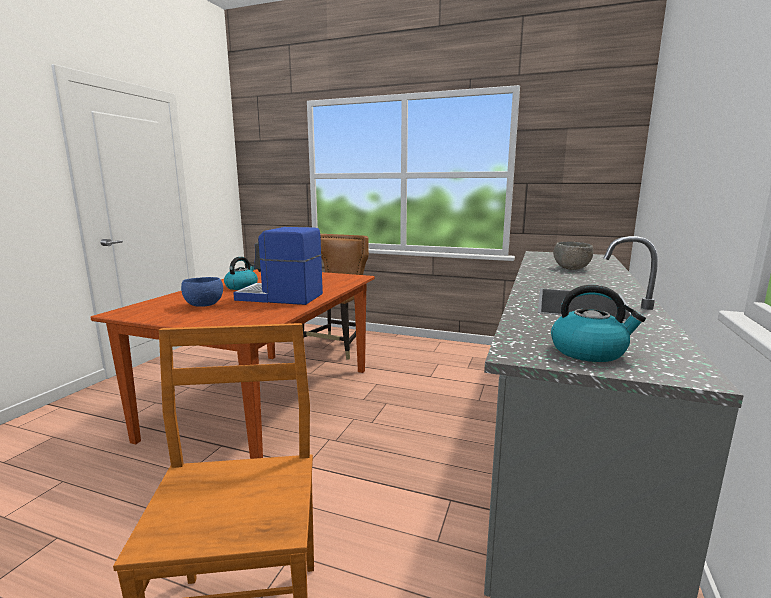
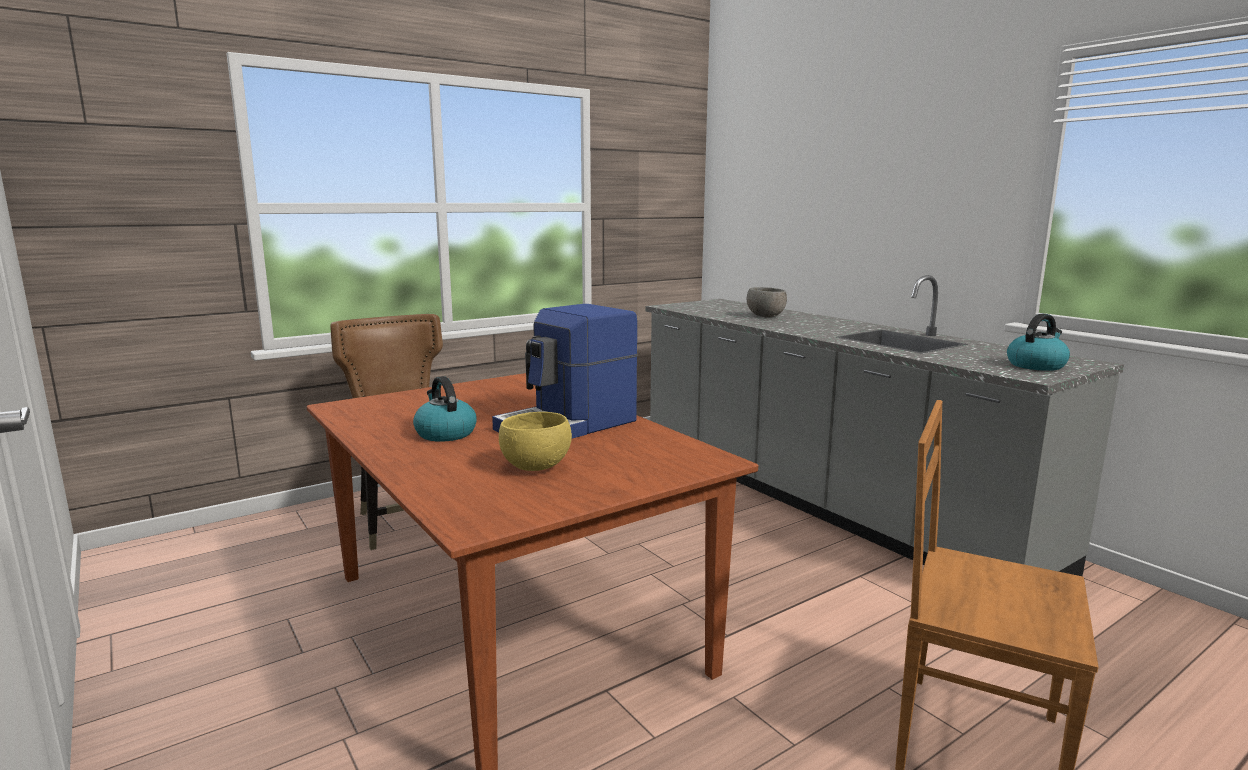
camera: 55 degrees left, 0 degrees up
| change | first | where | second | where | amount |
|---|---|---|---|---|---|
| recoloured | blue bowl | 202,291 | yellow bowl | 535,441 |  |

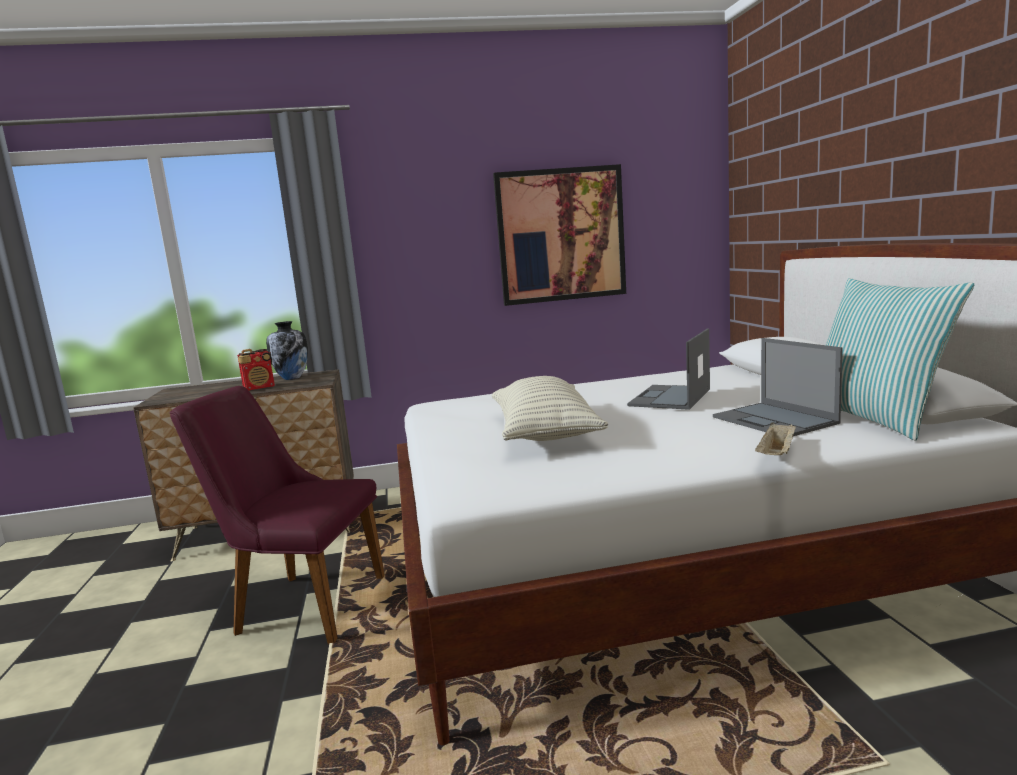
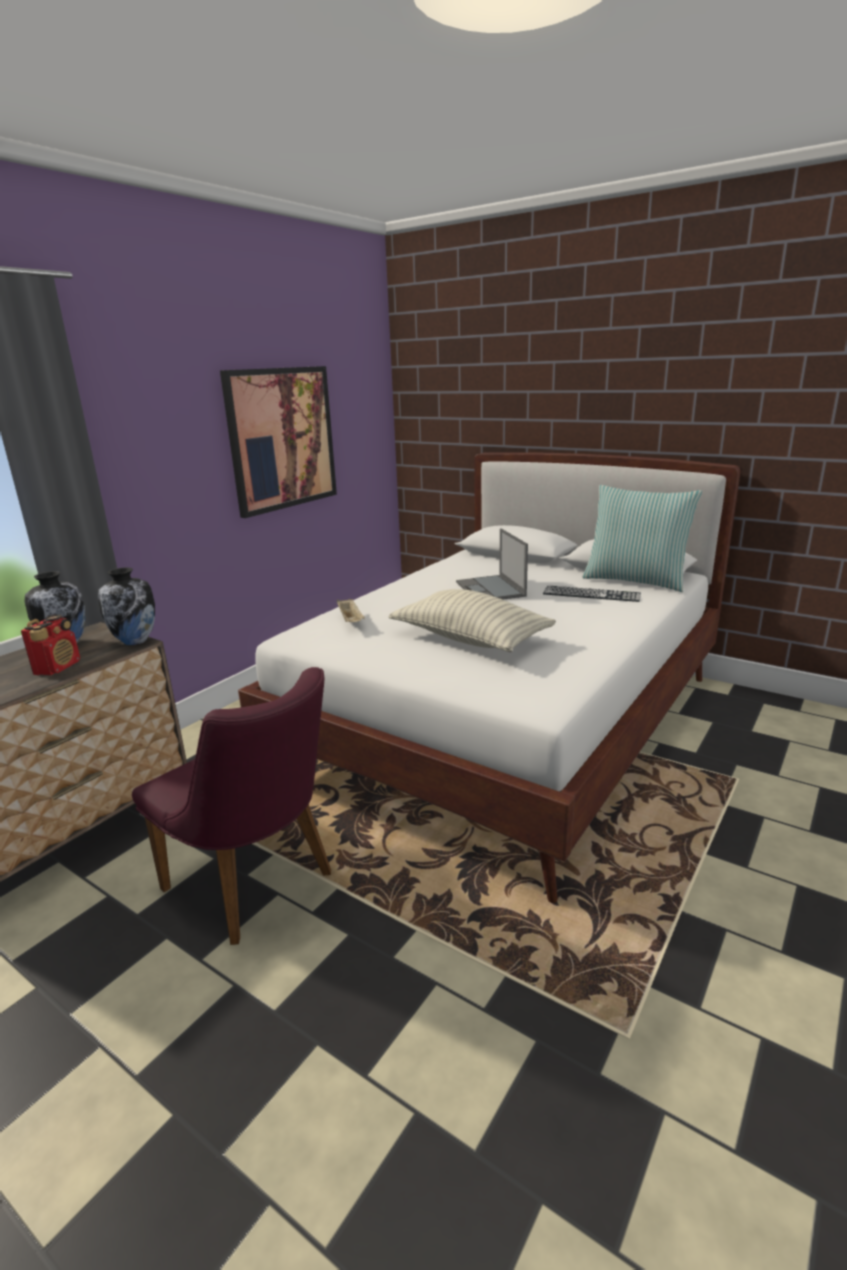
camera: 45 degrees left, 10 degrees up
| change | first | where | second | where | amount |
|---|---|---|---|---|---|
| added |  |  | vase | 126,606 |  |
| moved | beige tray | 775,438 |  | 350,610 |  |
| replaced | laptop | 778,387 | keyboard | 592,593 |  |
| turned | purple chair | 277,515 |  | 231,806 | 105 degrees counterclockwise |

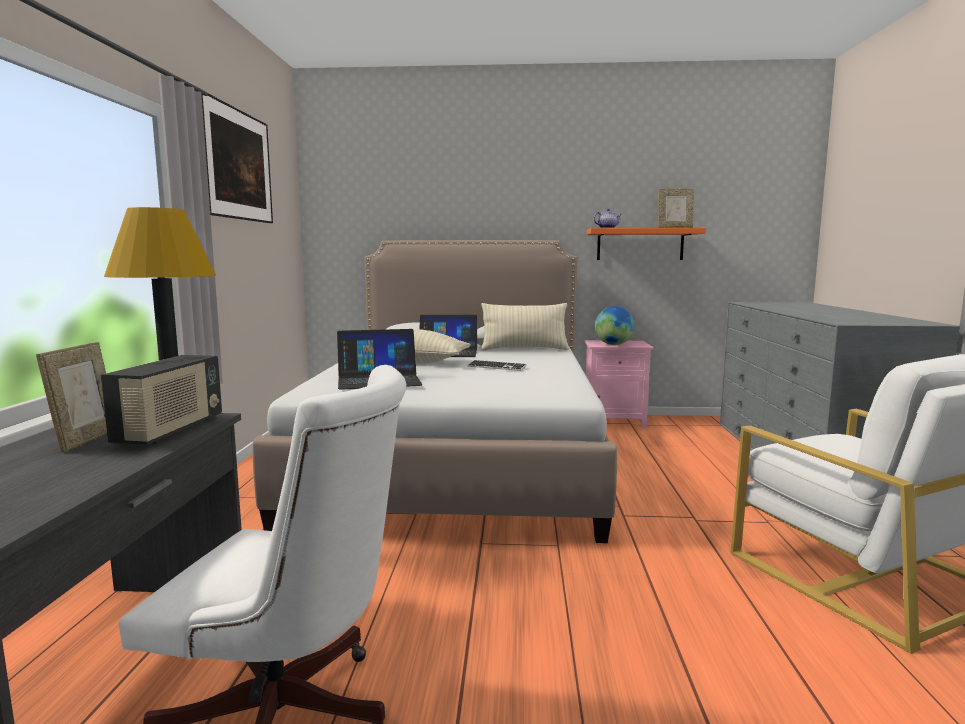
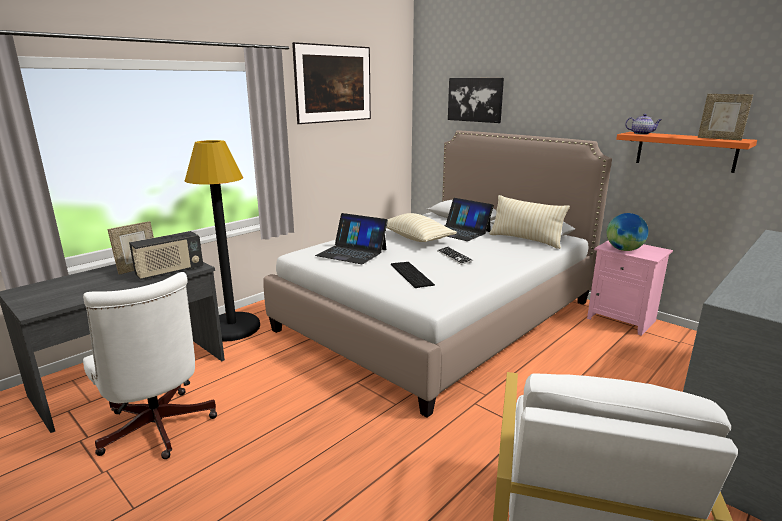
camera: 40 degrees right, 10 degrees up
| change | first | where | second | where | amount |
|---|---|---|---|---|---|
| added |  |  | keyboard | 413,275 |  |
| added |  |  | picture | 476,100 |  |

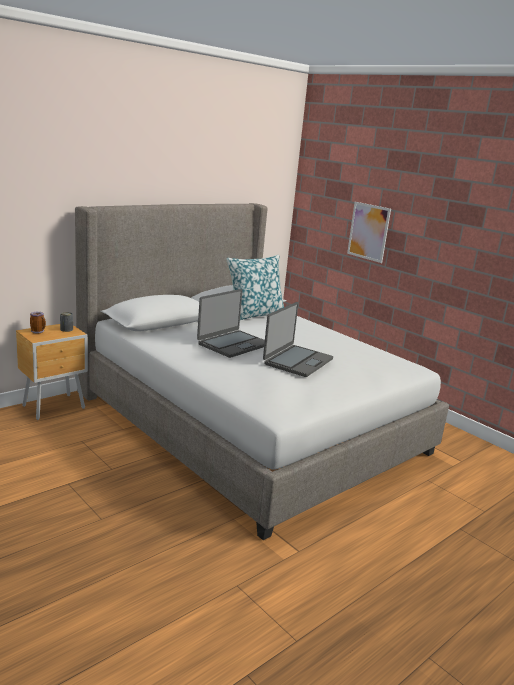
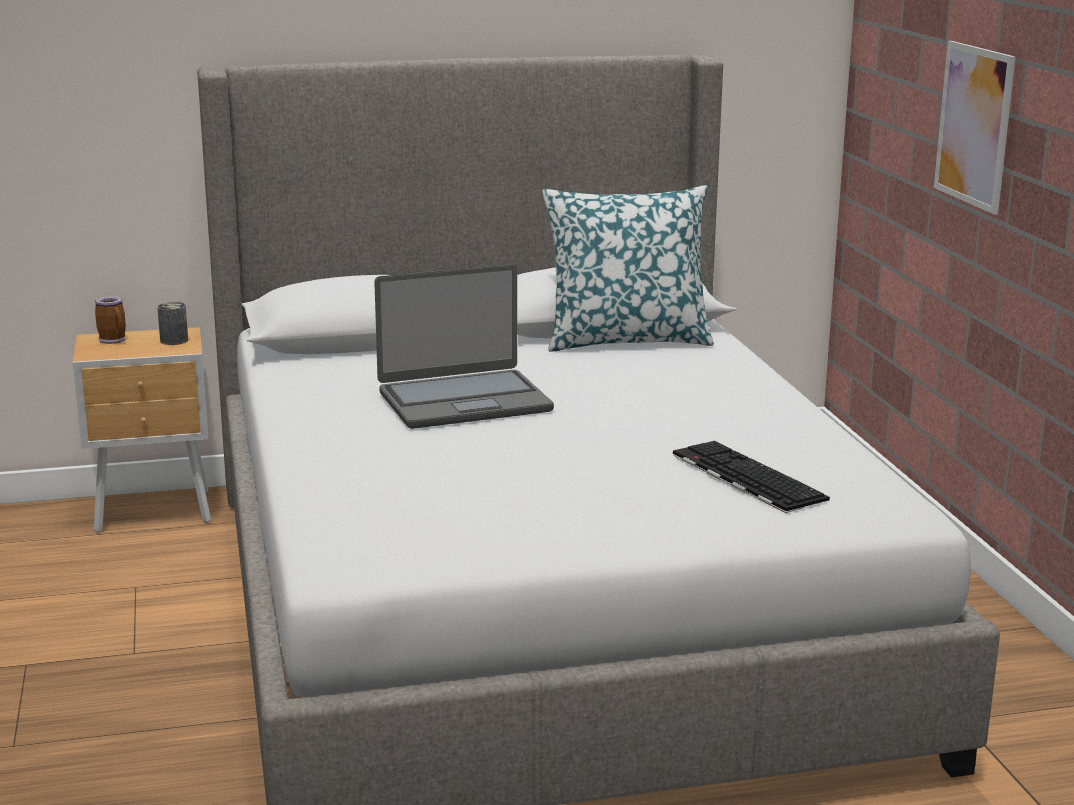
camera: 30 degrees right, 0 degrees up
| change | first | where | second | where | amount |
|---|---|---|---|---|---|
| removed | laptop | 298,339 |  |  |  |
| added |  |  | keyboard | 751,477 |  |

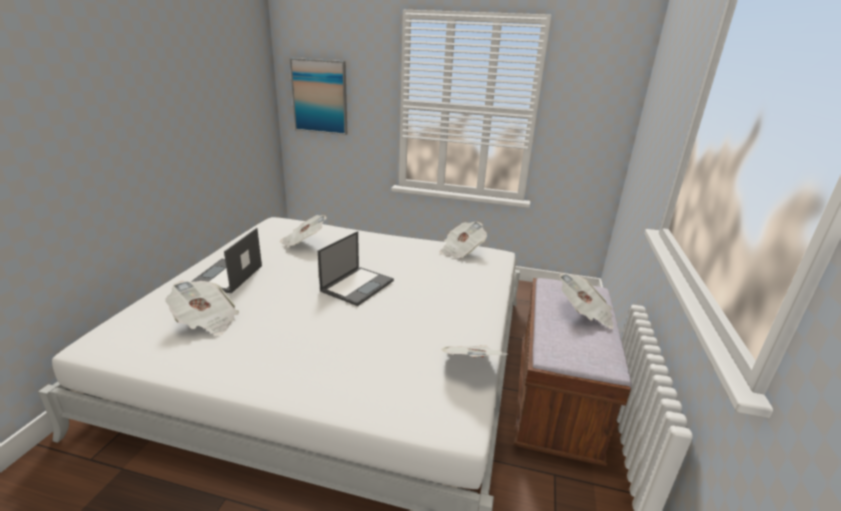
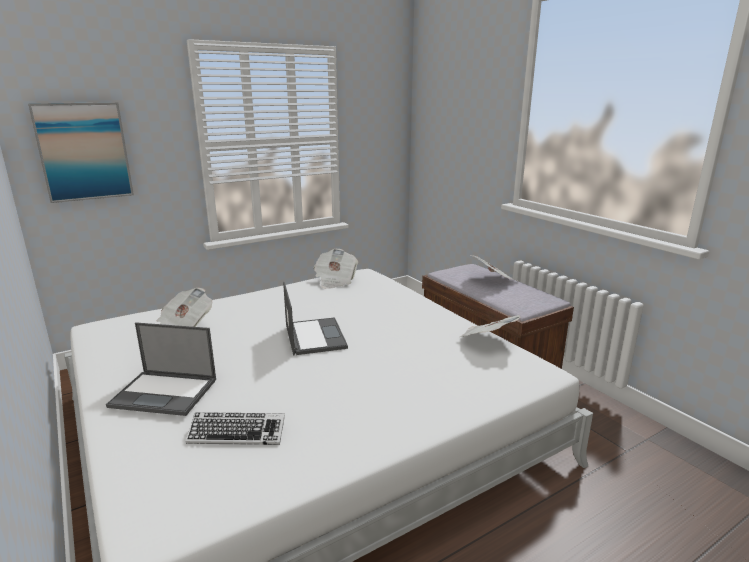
camera: 45 degrees left, 5 degrees down
| change | first | where | second | where | amount |
|---|---|---|---|---|---|
| replaced | newspaper | 202,308 | keyboard | 235,428 |  |
| turned | laptop | 226,260 |  | 161,369 | 45 degrees counterclockwise |

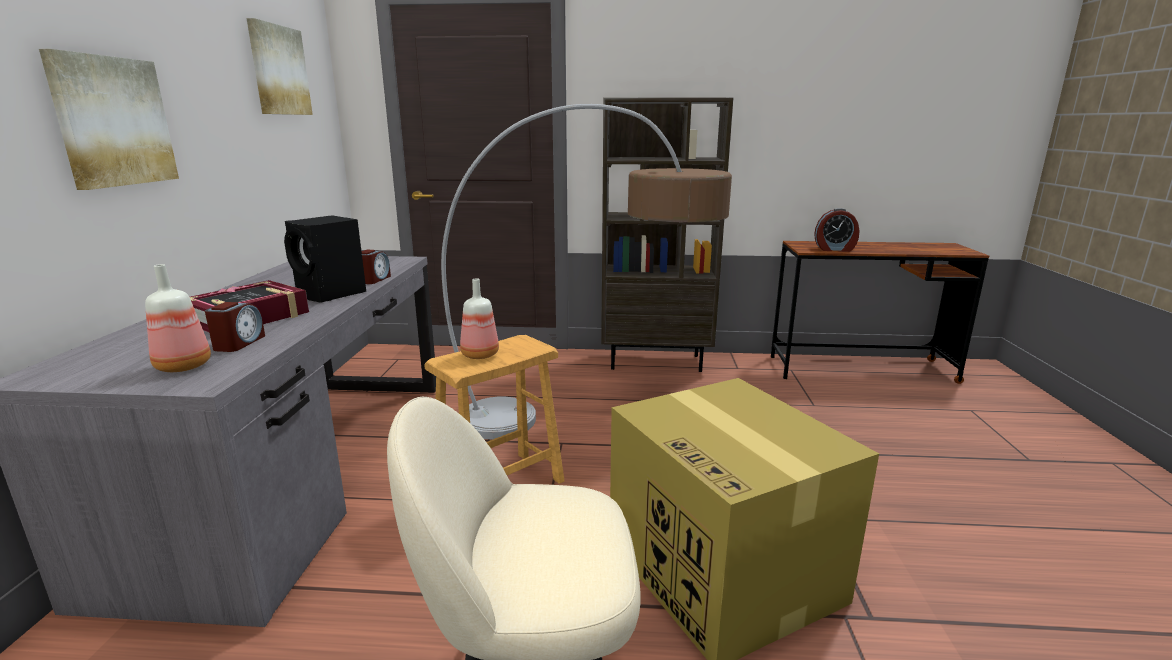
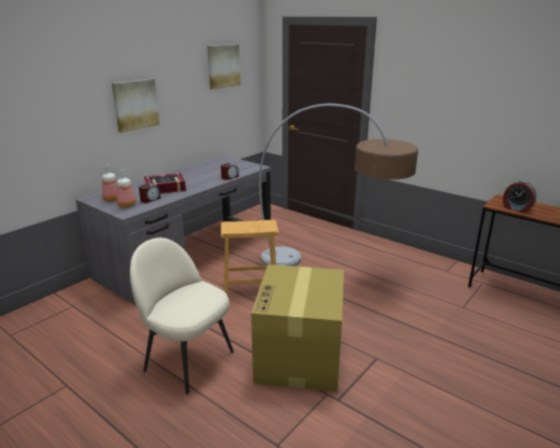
camera: 35 degrees right, 5 degrees up
| change | first | where | second | where | amount |
|---|---|---|---|---|---|
| removed | black speaker | 325,259 |  |  |  |
| removed | brown bookcase | 667,234 |  |  |  |
| moved | bottle | 479,319 |  | 109,183 |  |

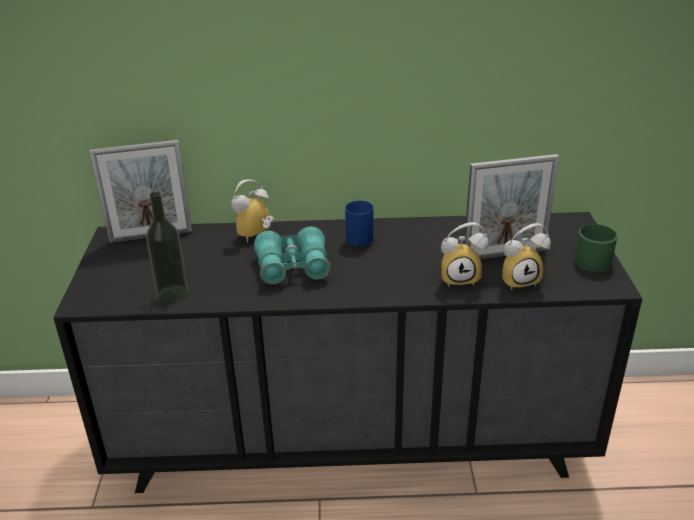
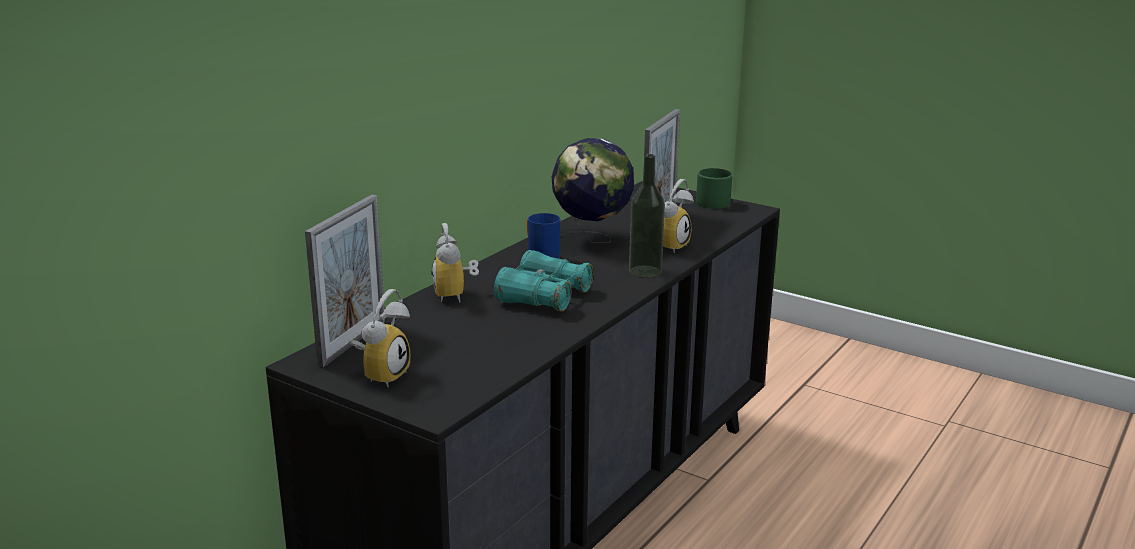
camera: 55 degrees left, 10 degrees down
| change | first | where | second | where | amount |
|---|---|---|---|---|---|
| added |  |  | globe | 593,190 |  |
| moved | bottle | 167,246 |  | 647,216 |  |
| moved | alarm clock | 526,256 |  | 380,338 |  |

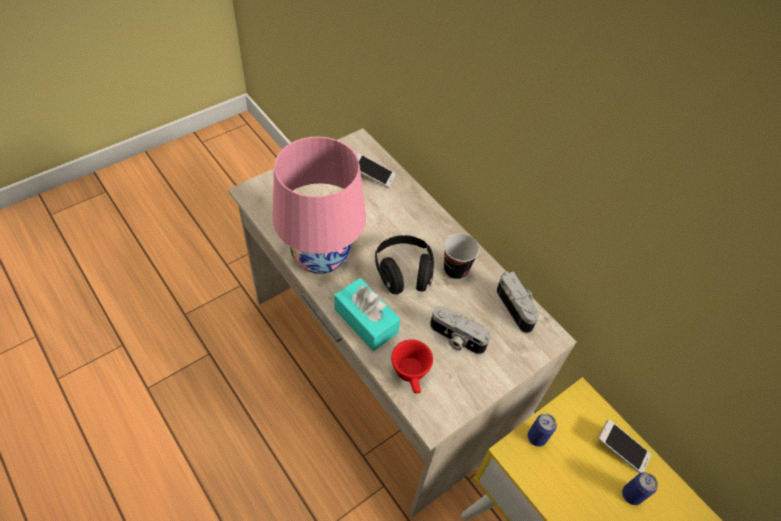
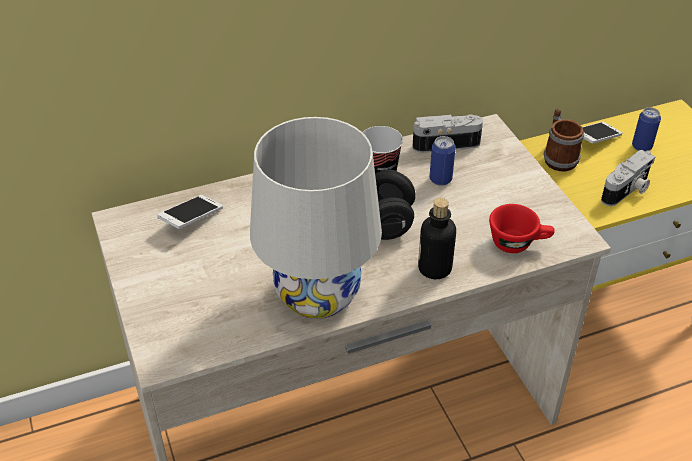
camera: 70 degrees left, 10 degrees down
| change | first | where | second | where | amount |
|---|---|---|---|---|---|
| added |  |  | mug | 563,140 |  |
| moved | photo camera | 460,330 |  | 628,178 |  |
| moved | can | 542,430 |  | 442,161 |  |
| replaced | turquoise tissue box | 367,314 | bottle | 437,238 |  |
| recoloured | pink table lamp | 319,205 | white table lamp | 316,218 |  |

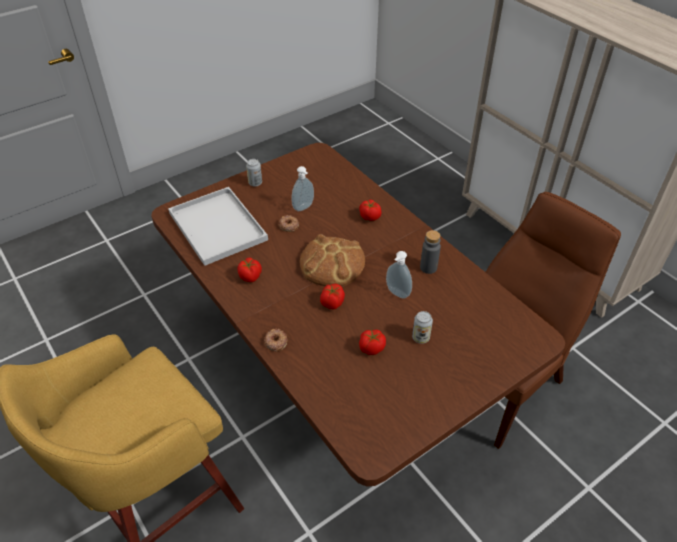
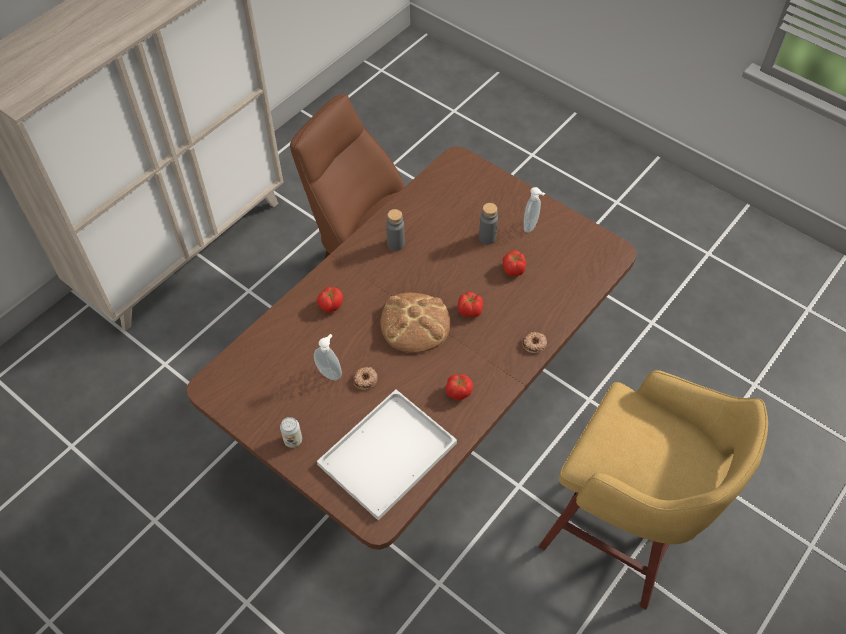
camera: 105 degrees left, 10 degrees up
| change | first | where | second | where | amount |
|---|---|---|---|---|---|
| moved | soap dispenser | 399,275 |  | 534,210 |  |
| replaced | can | 422,327 | grey bottle | 488,223 |  |

